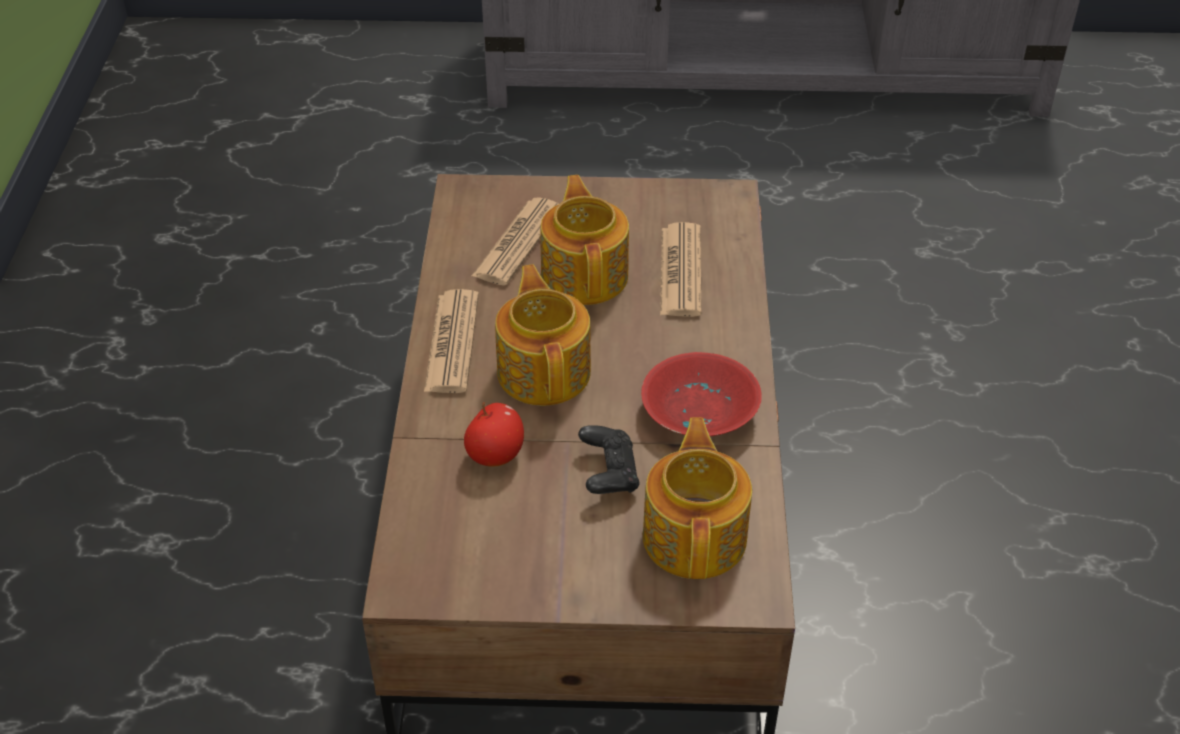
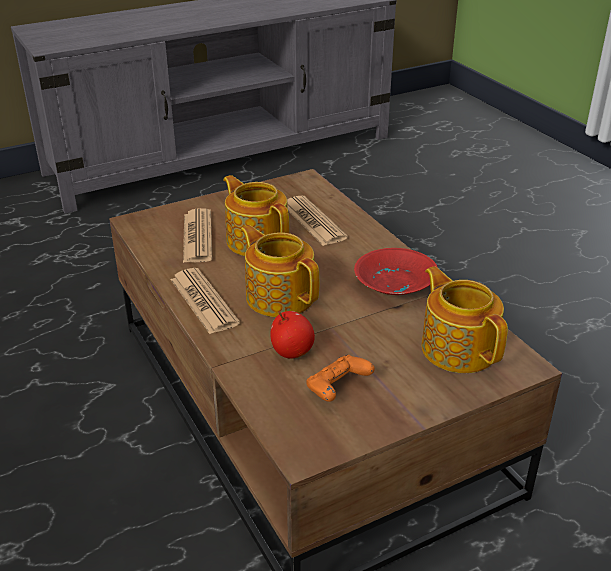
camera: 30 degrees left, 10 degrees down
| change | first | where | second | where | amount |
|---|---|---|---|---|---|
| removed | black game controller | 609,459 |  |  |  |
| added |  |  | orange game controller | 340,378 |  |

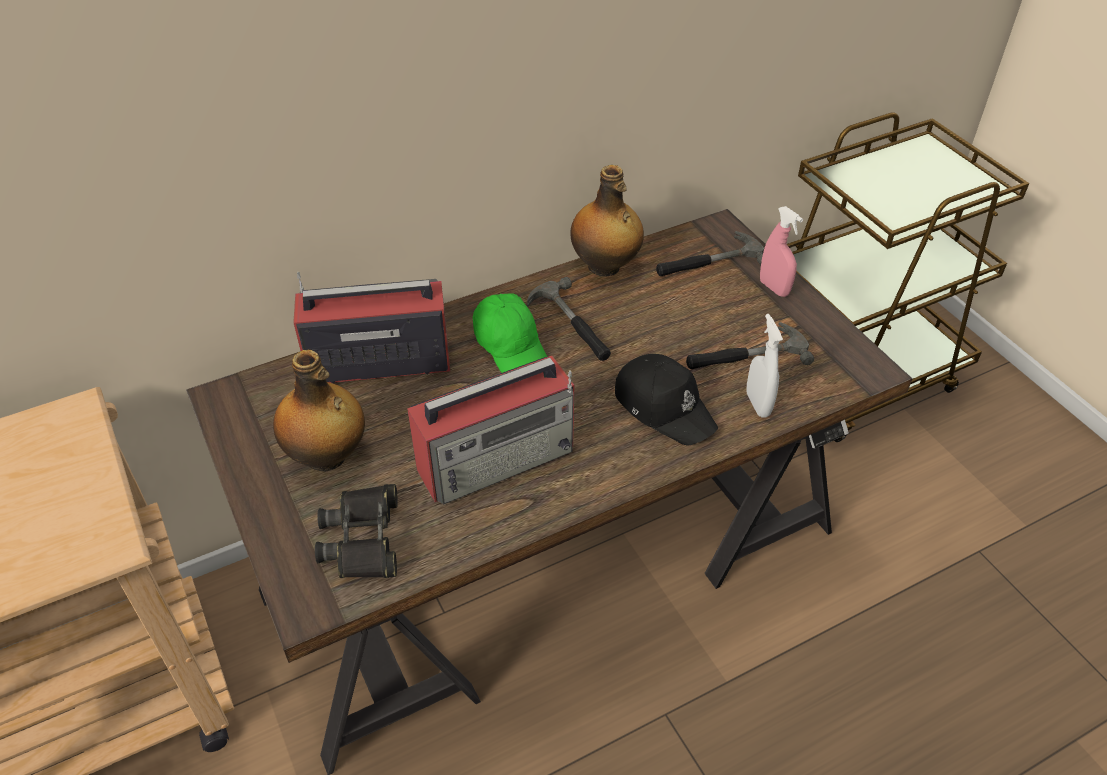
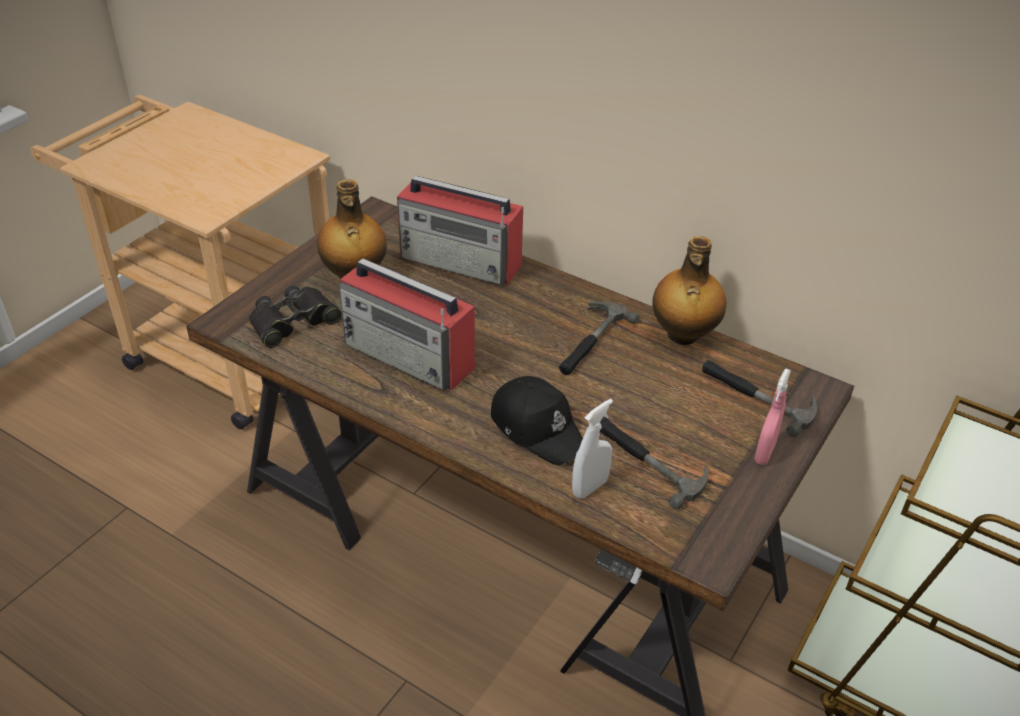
camera: 60 degrees right, 5 degrees down
| change | first | where | second | where | amount |
|---|---|---|---|---|---|
| removed | green cap | 510,333 |  |  |  |
| turned | radio | 371,327 |  | 460,230 | 150 degrees clockwise |
| turned | black cap | 666,400 |  | 537,420 | 60 degrees counterclockwise |

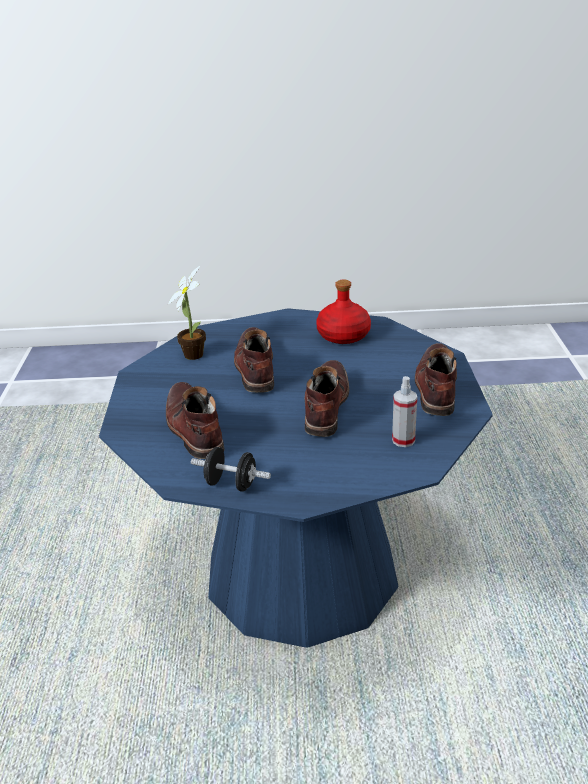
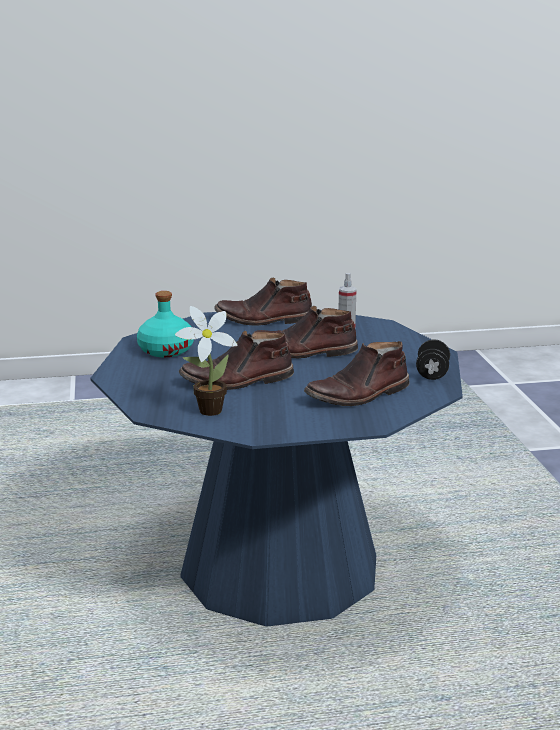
camera: 100 degrees left, 10 degrees down
| change | first | where | second | where | amount |
|---|---|---|---|---|---|
| recoloured | red bottle | 343,312 | turquoise bottle | 165,324 |  |

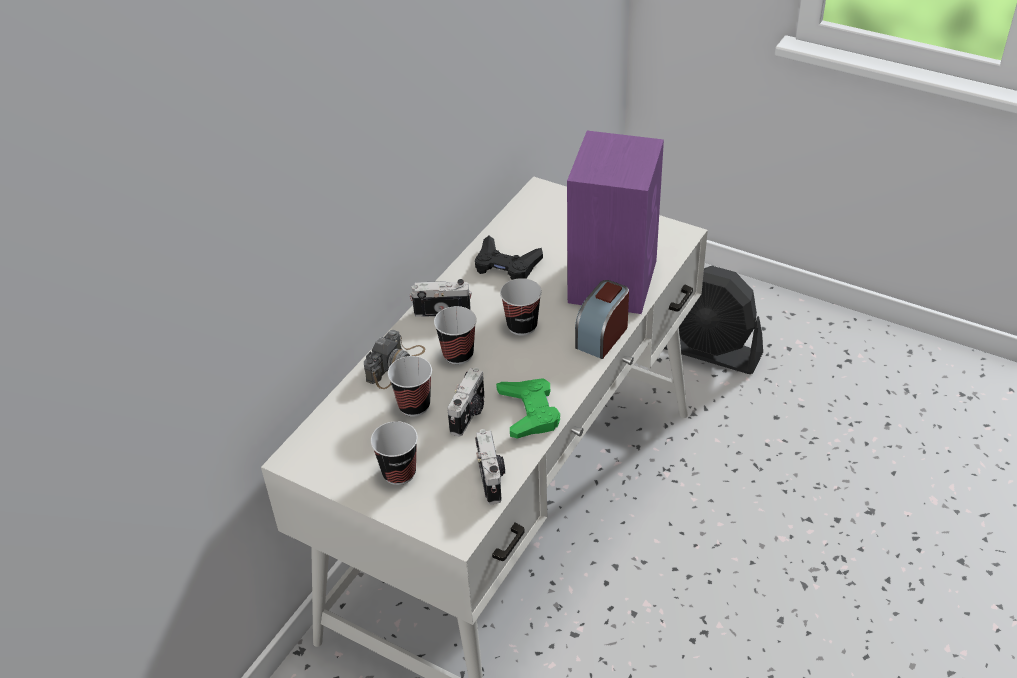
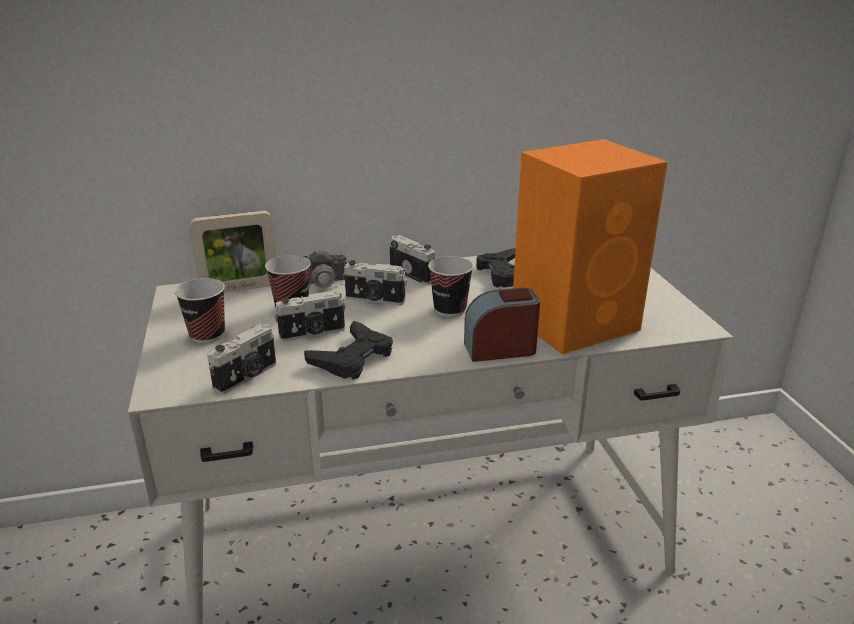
camera: 45 degrees right, 15 degrees down
| change | first | where | second | where | amount |
|---|---|---|---|---|---|
| removed | black fan | 713,320 |  |  |  |
| added |  |  | picture frame | 233,252 |  |
| replaced | cup | 455,335 | photo camera | 375,282 |  |
| recoloured | green game controller | 528,408 | black game controller | 348,350 |  |
| recoloured | purple speaker | 615,222 | orange speaker | 590,246 |  |

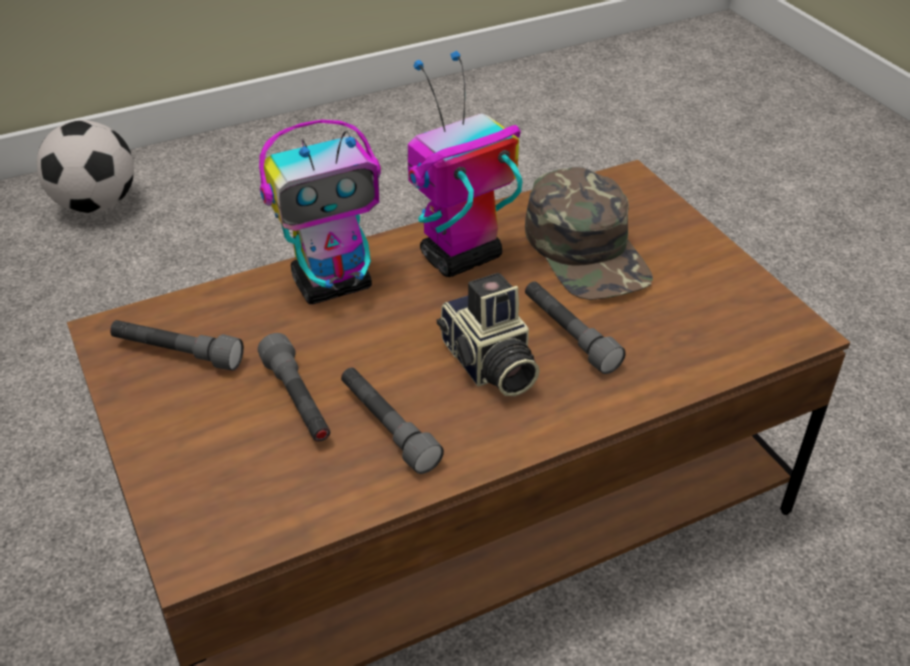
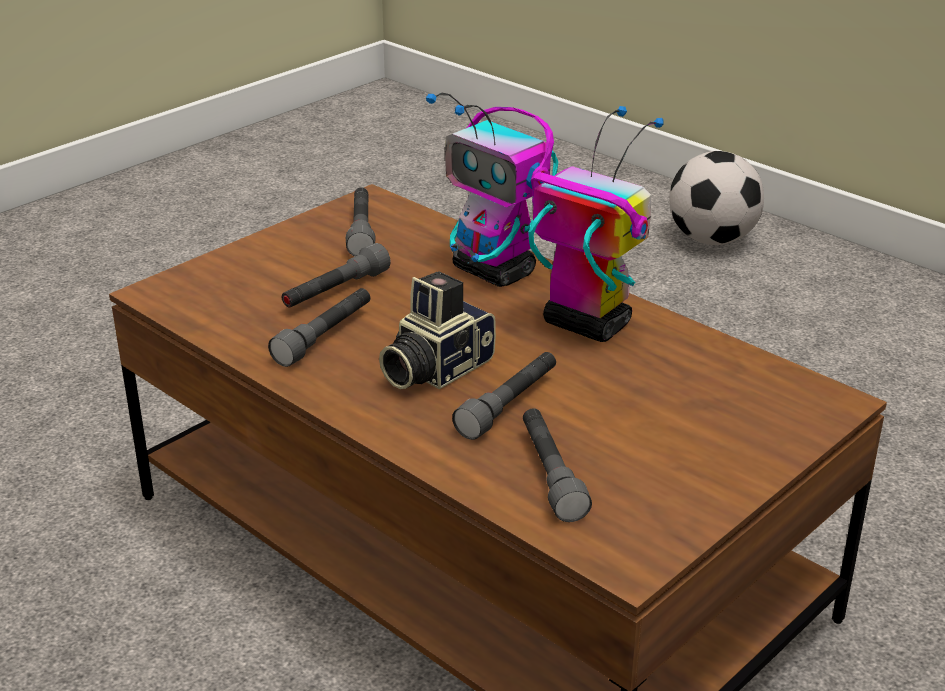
camera: 70 degrees right, 10 degrees down
| change | first | where | second | where | amount |
|---|---|---|---|---|---|
| removed | green cap | 589,233 |  |  |  |
| added |  |  | grey flashlight | 557,465 |  |

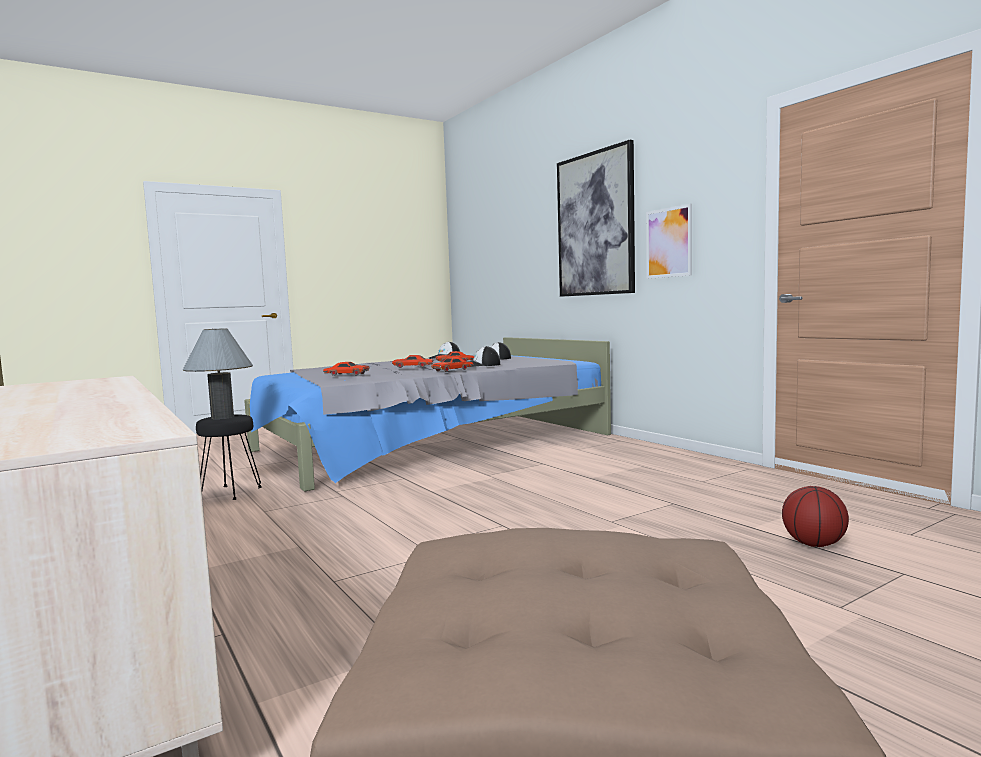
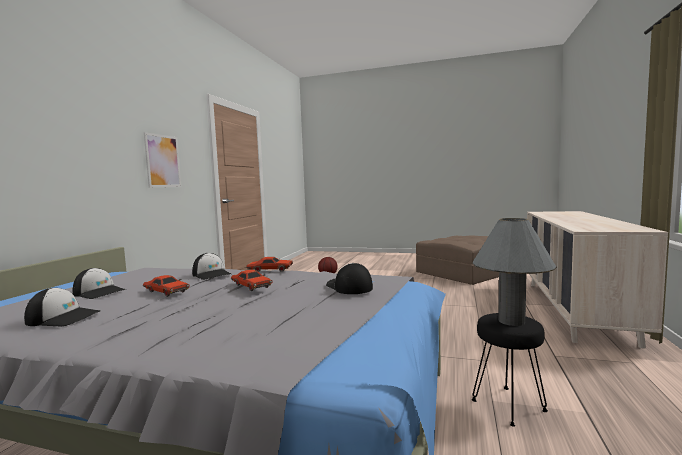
camera: 130 degrees left, 0 degrees up
| change | first | where | second | where | amount |
|---|---|---|---|---|---|
| removed | picture | 596,218 |  |  |  |
| replaced | red toy car | 346,369 | cap | 349,278 |  |

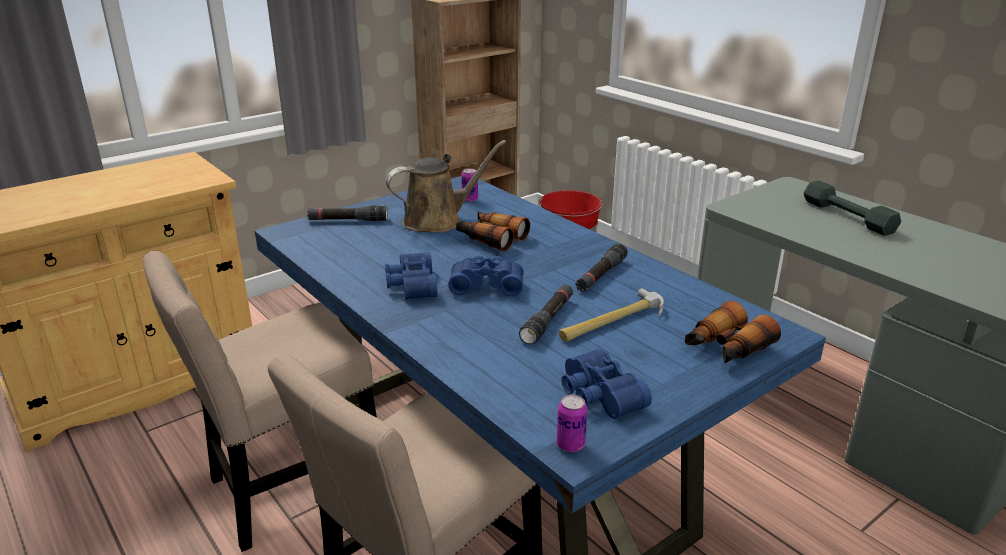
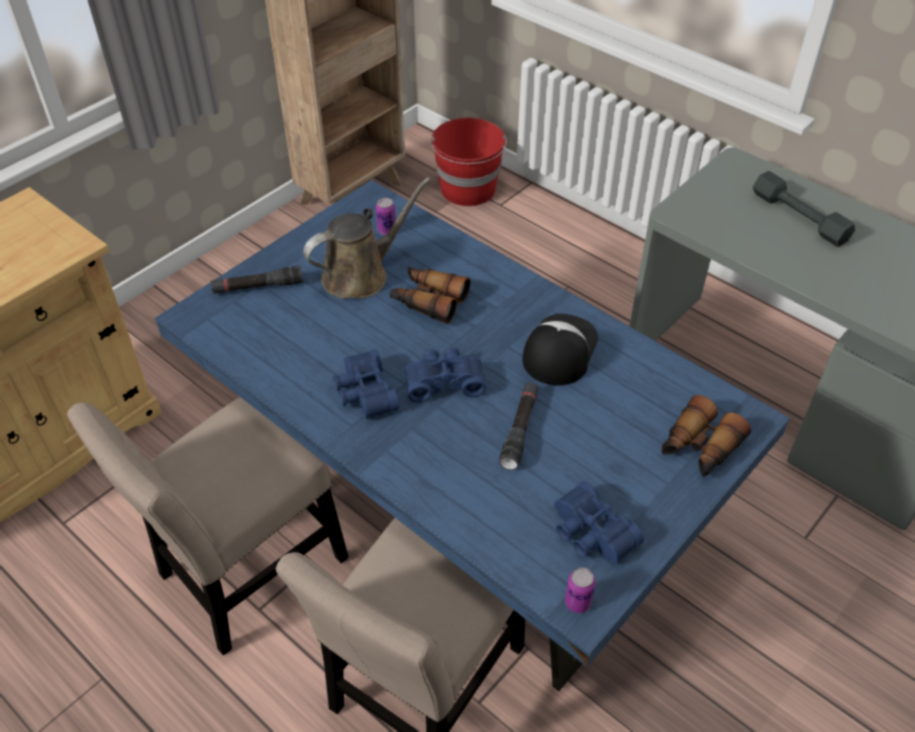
camera: 10 degrees left, 20 degrees up
| change | first | where | second | where | amount |
|---|---|---|---|---|---|
| removed | hammer | 611,315 |  |  |  |
| replaced | black flashlight | 602,267 | cap | 560,350 |  |

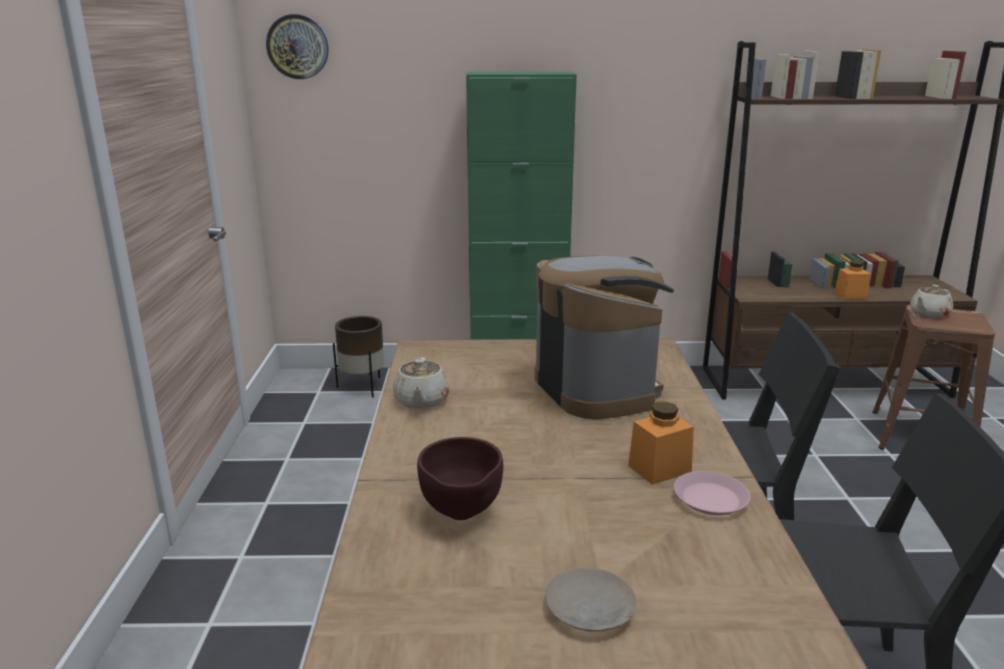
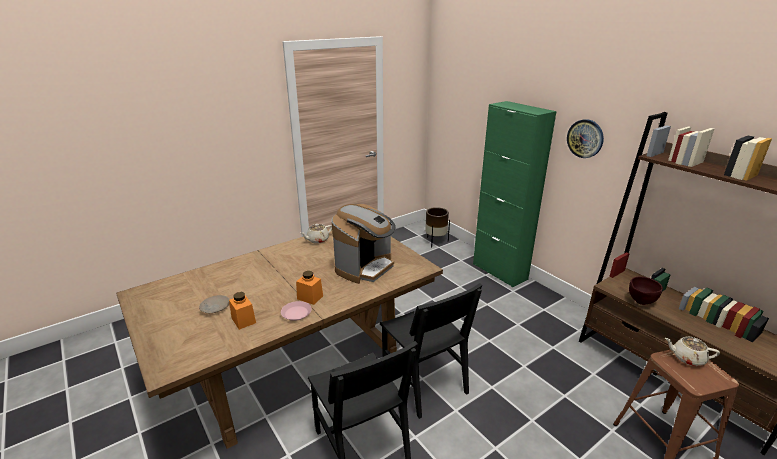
camera: 55 degrees right, 5 degrees up
| change | first | where | second | where | amount |
|---|---|---|---|---|---|
| moved | wall clock | 297,46 |  | 585,138 |  |
| moved | brown bowl | 460,478 |  | 646,291 |  |
| moved | orange jar | 852,279 |  | 242,311 |  |

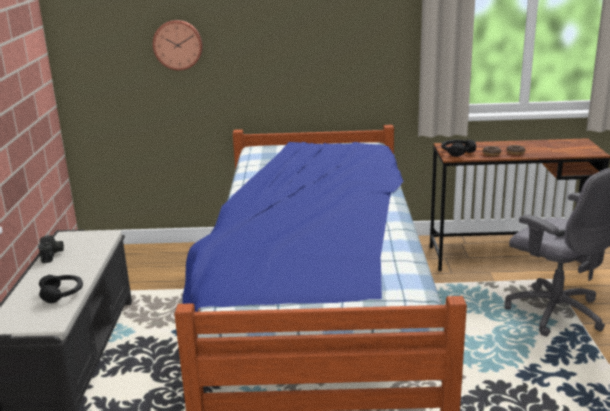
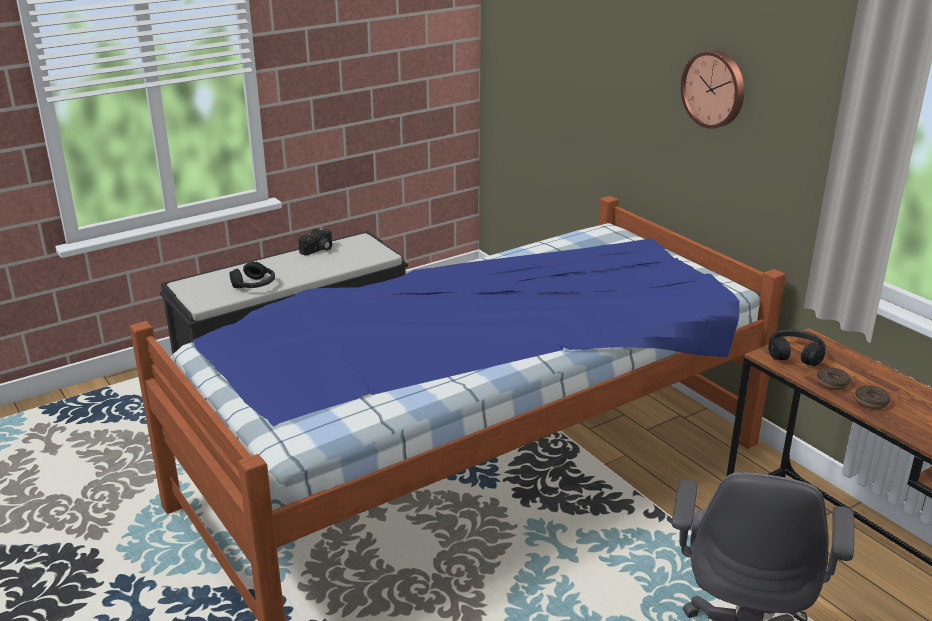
camera: 55 degrees right, 5 degrees up
| change | first | where | second | where | amount |
|---|---|---|---|---|---|
| moved | wall clock | 178,45 |  | 712,89 |  |

